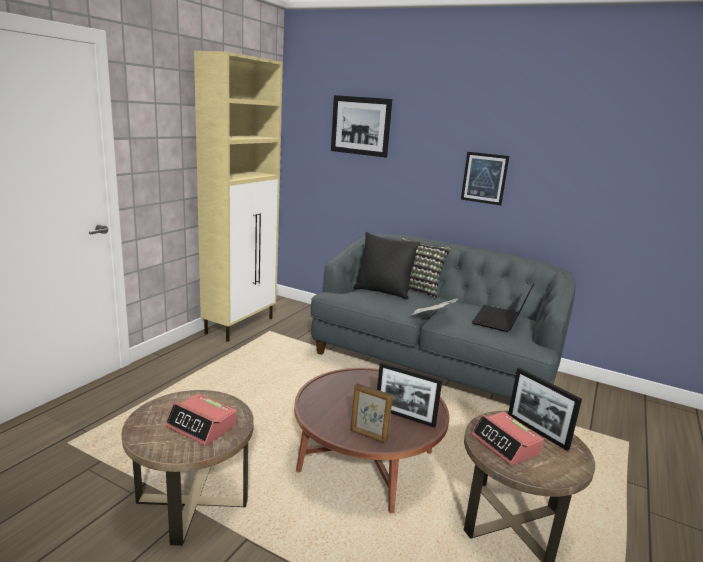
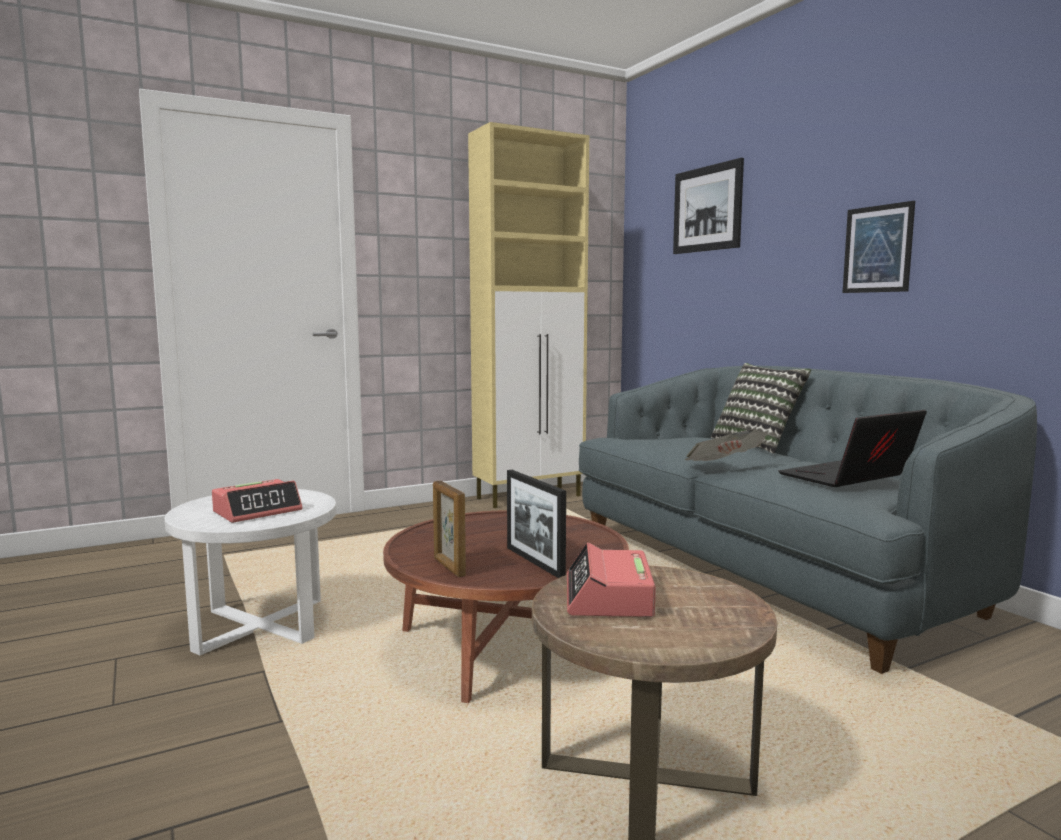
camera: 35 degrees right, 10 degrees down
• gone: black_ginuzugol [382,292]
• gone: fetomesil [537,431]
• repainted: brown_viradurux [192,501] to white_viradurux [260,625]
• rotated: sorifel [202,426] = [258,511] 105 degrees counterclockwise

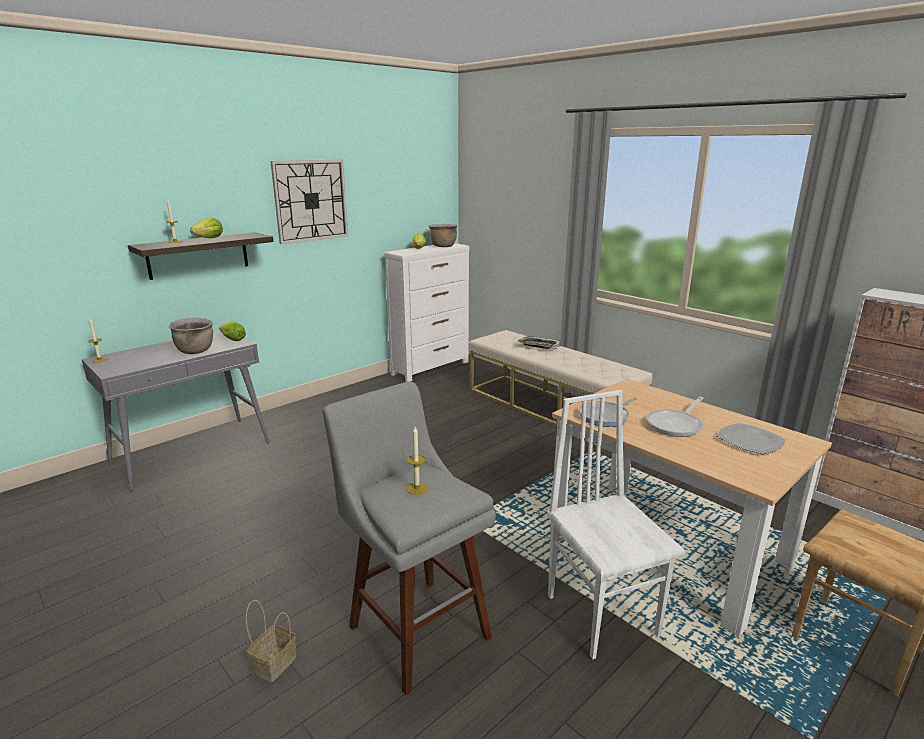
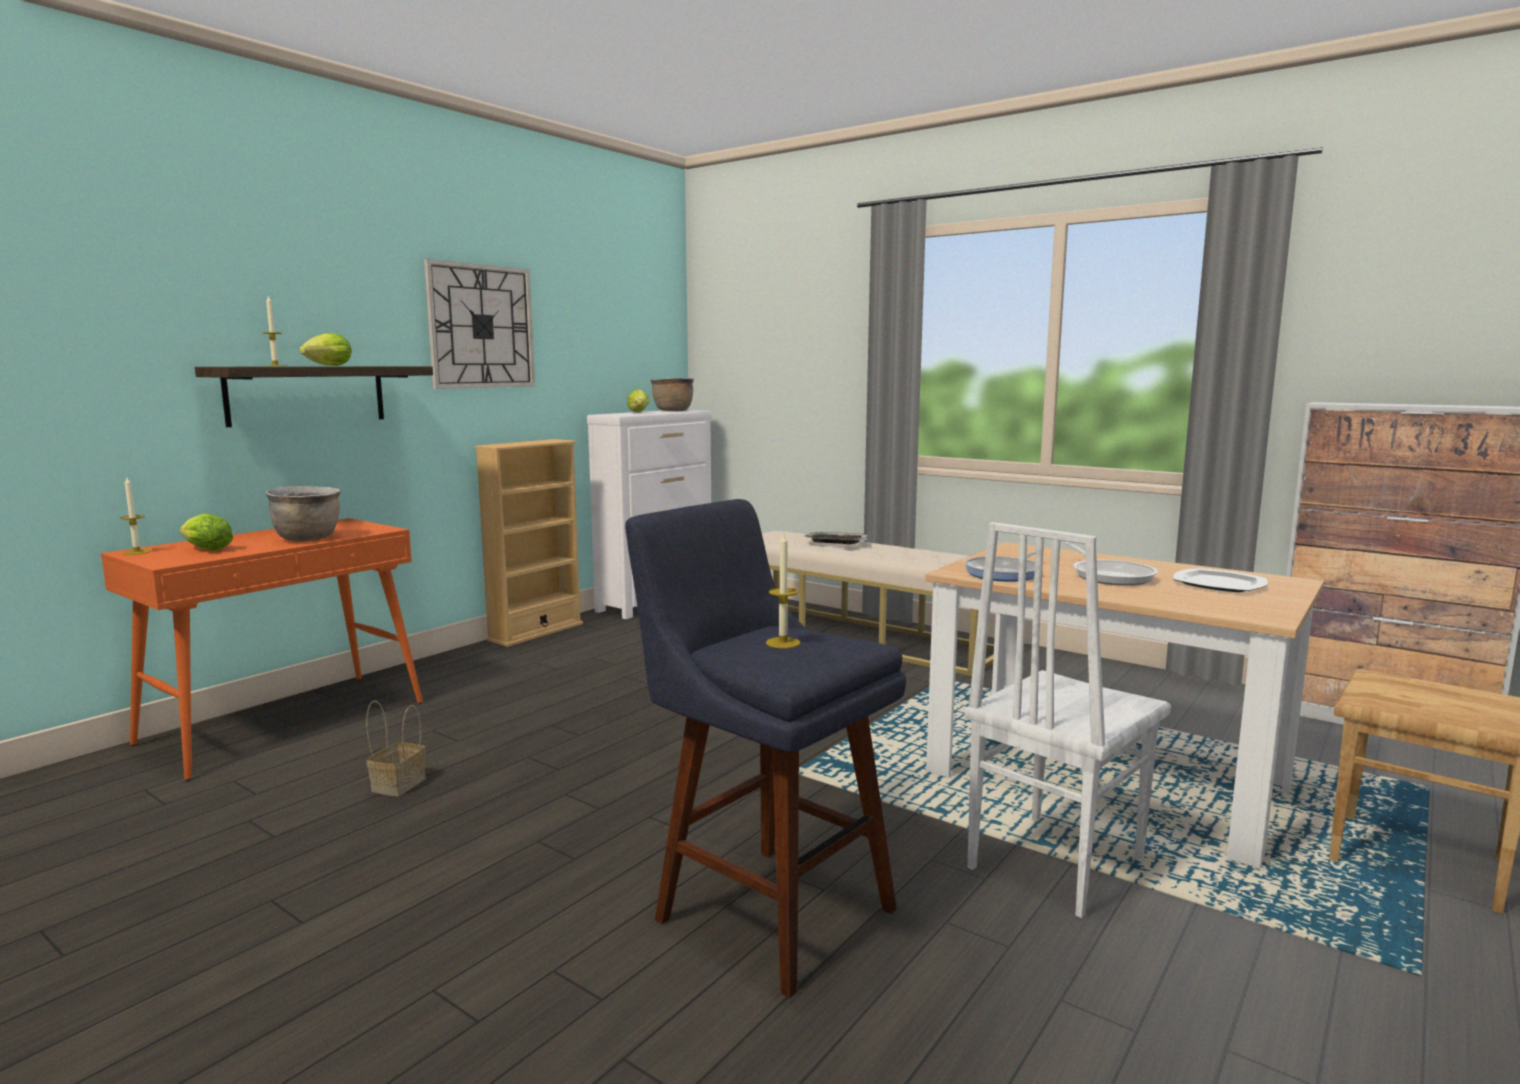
camera: 10 degrees left, 10 degrees down
• new: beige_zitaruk [536,632]
• shifted: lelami [232,340] to [204,550]
• shifted: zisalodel [274,662] to [399,783]
• repainted: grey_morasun [192,452] to orange_morasun [286,722]
• repainted: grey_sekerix [414,626] to blue_sekerix [764,908]
• rotated: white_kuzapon [602,614] = [1052,863] 105 degrees counterclockwise
• rotated: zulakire [676,425] = [1109,576] 45 degrees counterclockwise

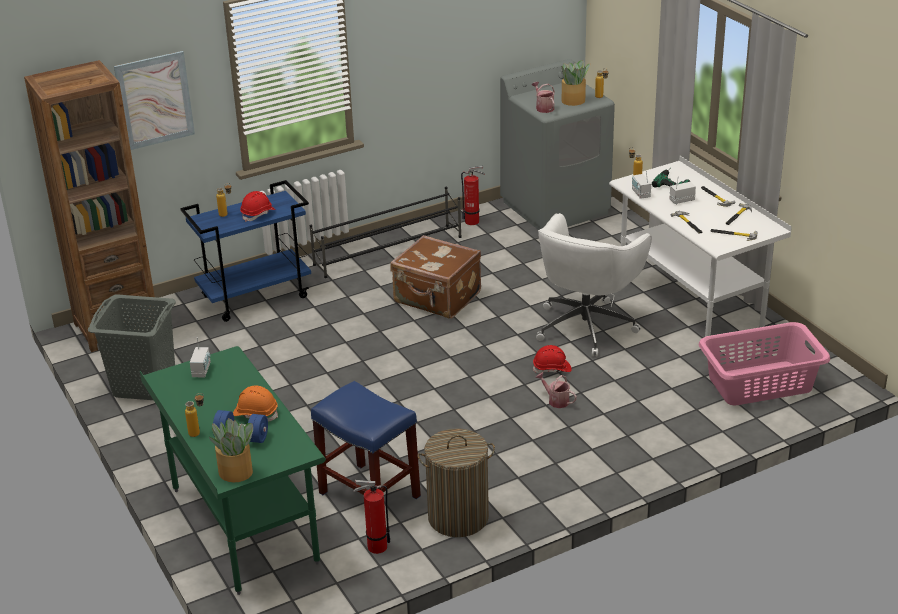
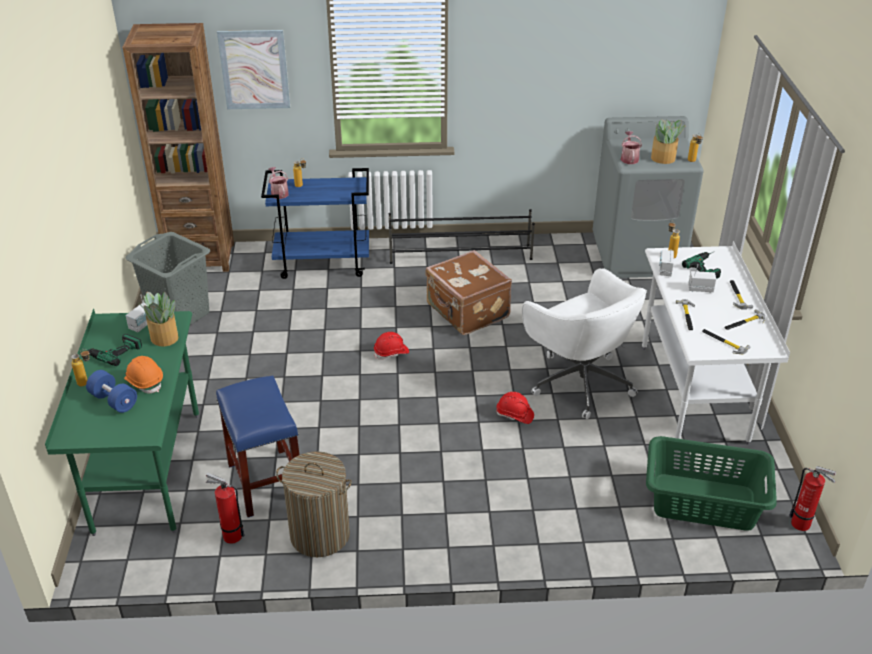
camera: 25 degrees right, 5 degrees up
• new: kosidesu [111,350]
• shifted: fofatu [236,472] to [164,338]
• shifted: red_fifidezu [258,214] to [391,353]
• shifted: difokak [474,222] to [803,525]
• shifted: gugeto [556,400] to [279,193]
• repainted: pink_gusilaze [759,383] to green_gusilaze [703,501]
• rotated: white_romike [587,325] = [579,381] 90 degrees counterclockwise

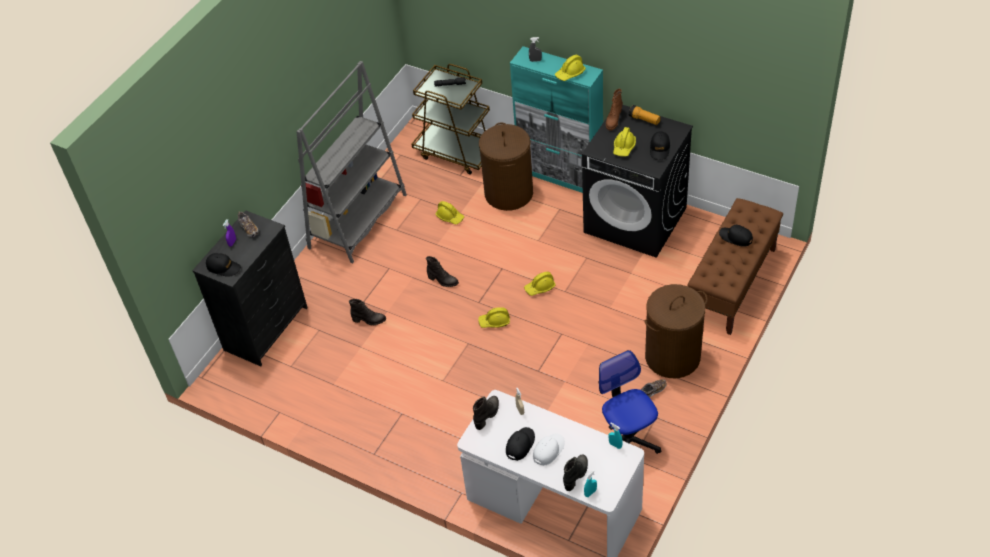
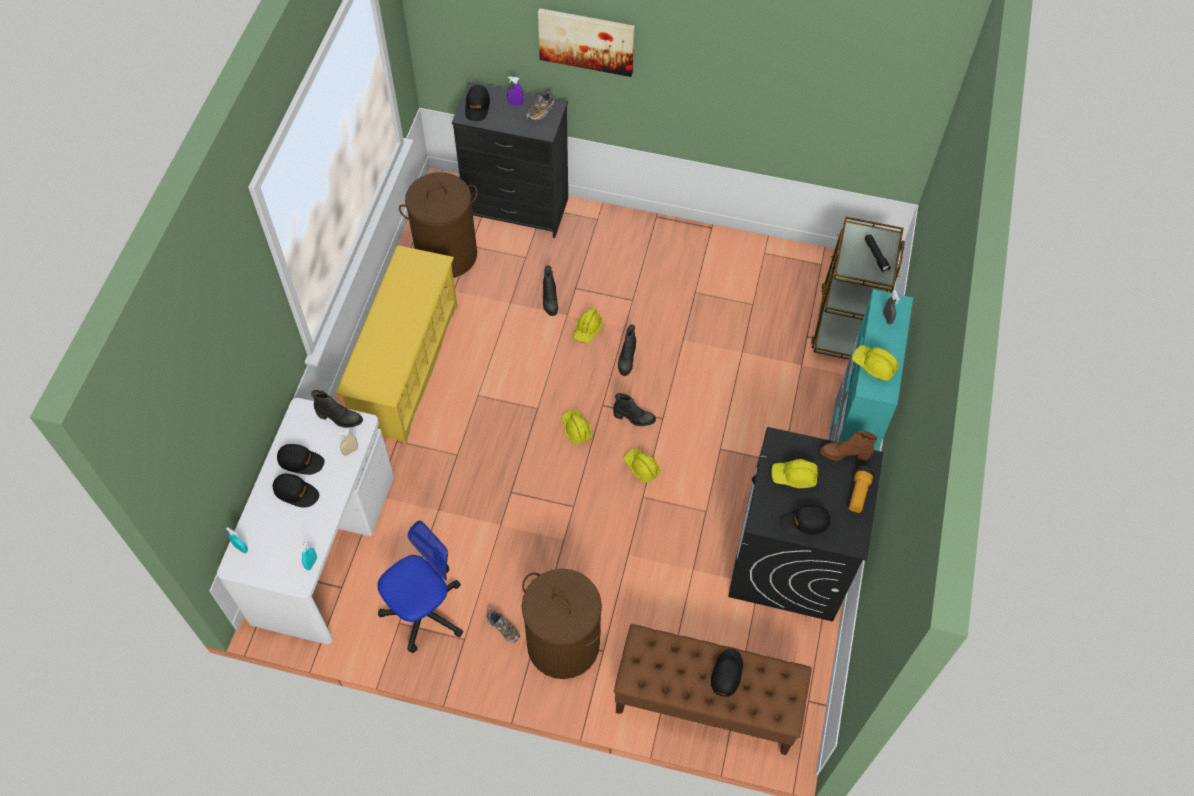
camera: 70 degrees right, 10 degrees up
• gone: grey_zitaruk [358,221]
• new: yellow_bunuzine [406,366]
• new: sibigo [586,41]
• shifted: yellow_fifidezu [450,217] to [588,329]
• shifted: brown_gusilaze [508,193] to [446,254]
• shifted: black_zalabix [576,475] to [634,418]
• repainted: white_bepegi [548,450] to black_bepegi [296,492]

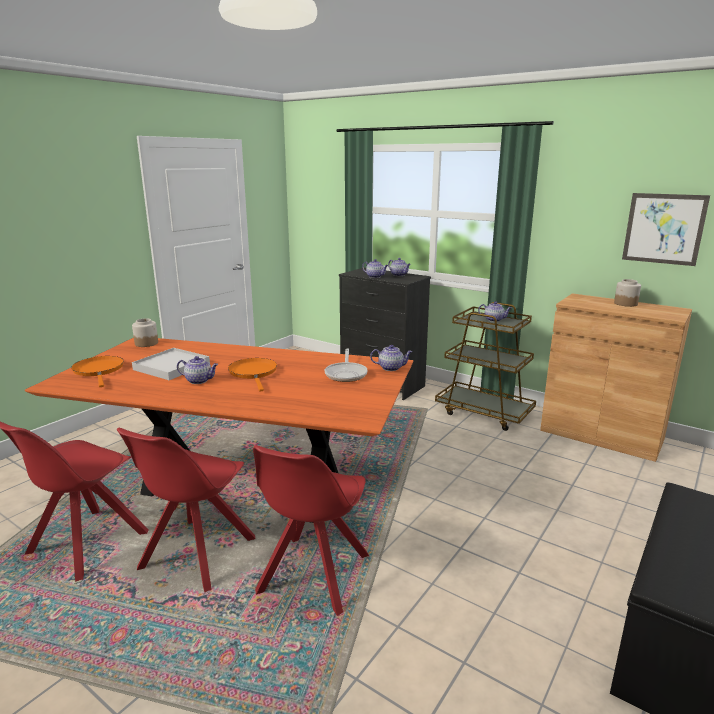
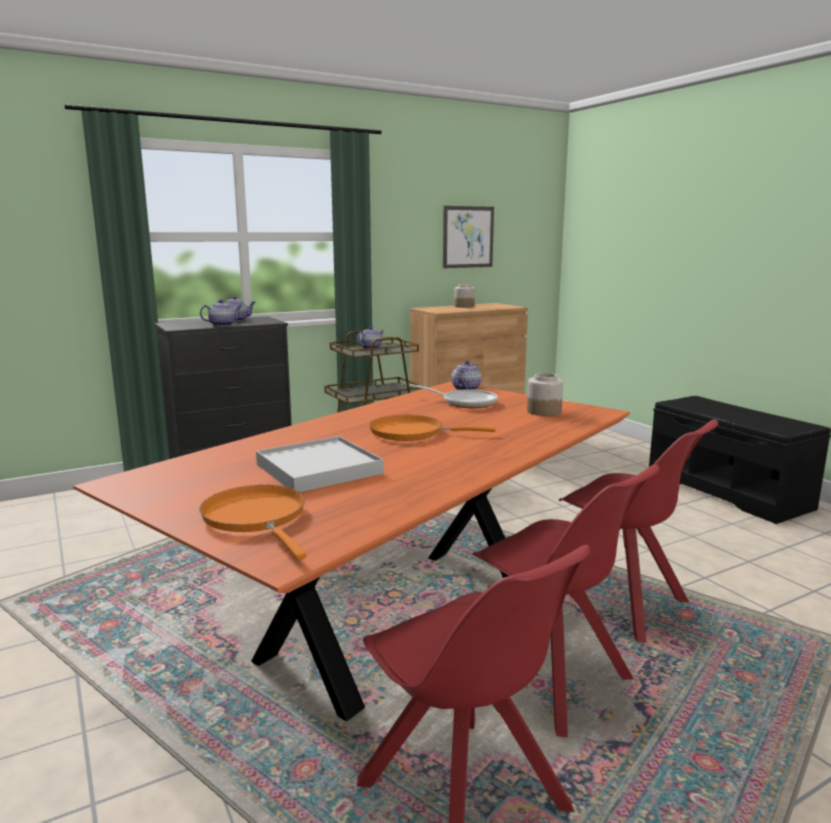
camera: 65 degrees left, 5 degrees down
• gone: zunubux [199,380]
• shifted: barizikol [146,343] to [543,411]
• rotated: orange_zulakire [99,370] = [257,518] 60 degrees clockwise

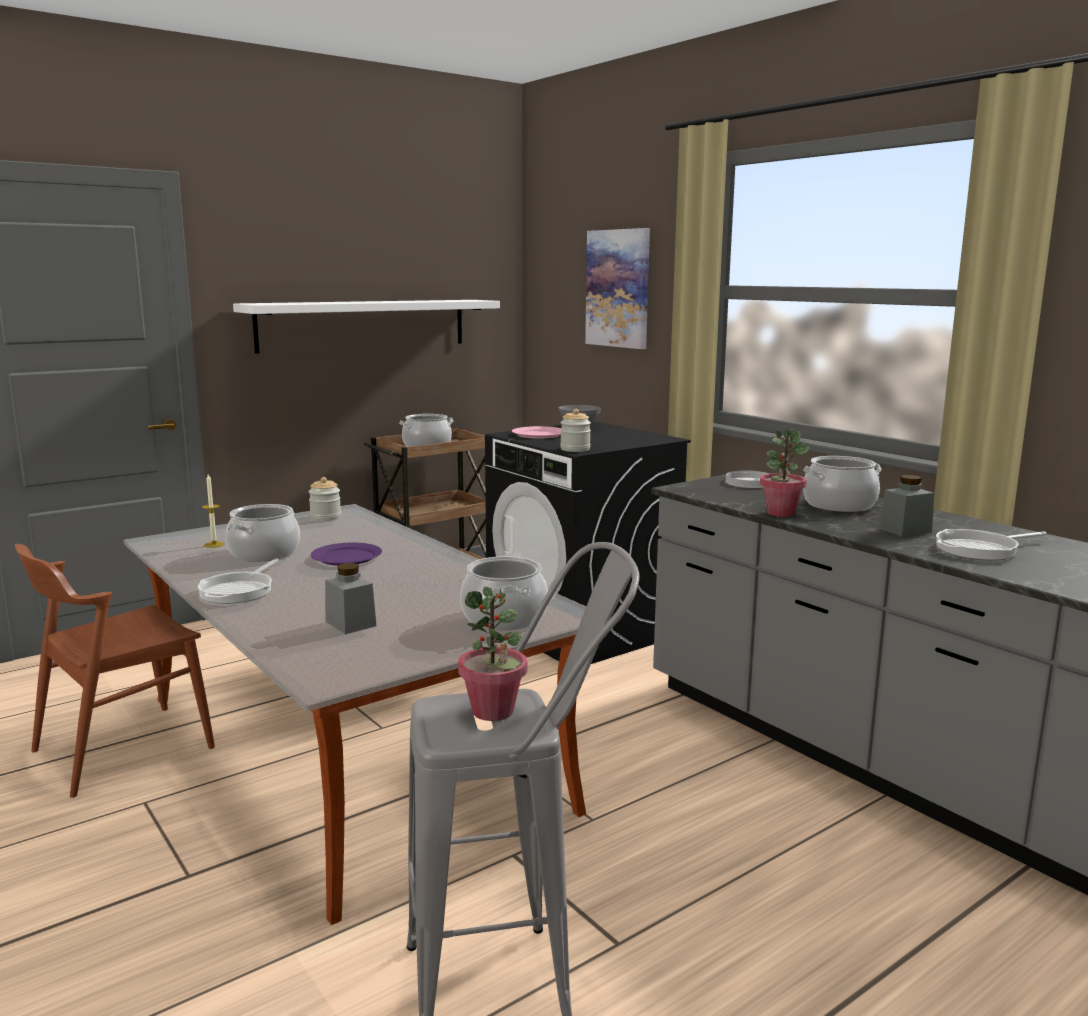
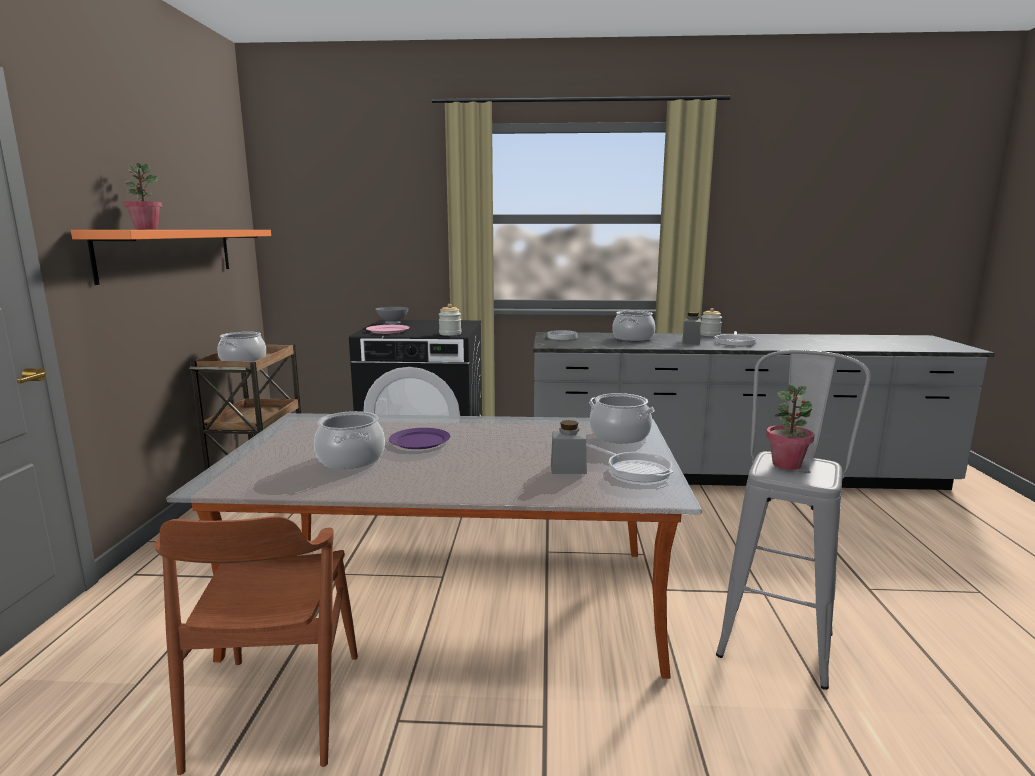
camera: 50 degrees left, 0 degrees up
• gone: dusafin [214,544]
• gone: sibigo [618,288]
• shifted: zulakire [239,590] to [635,469]
• shifted: barizikol [325,517] to [710,335]
• shifted: fofatu [780,513] to [146,229]
• repainted: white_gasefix [364,324] to orange_gasefix [169,252]

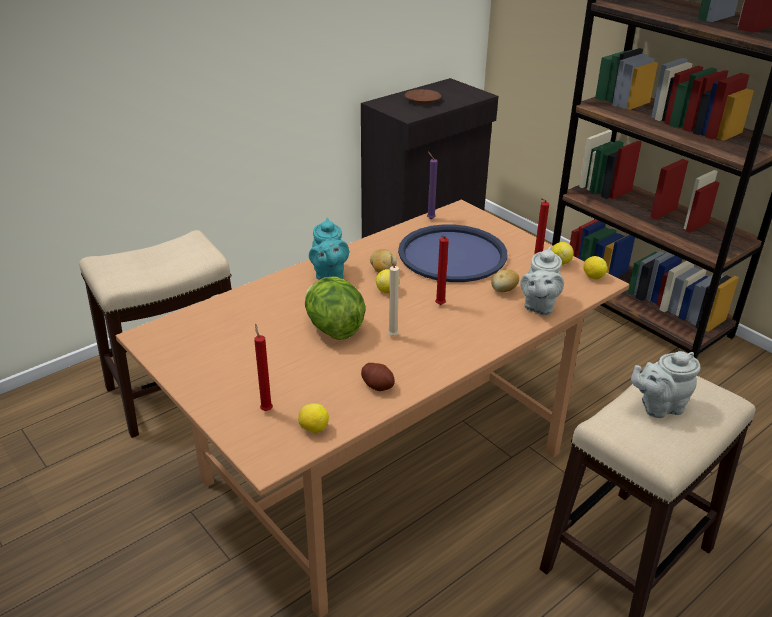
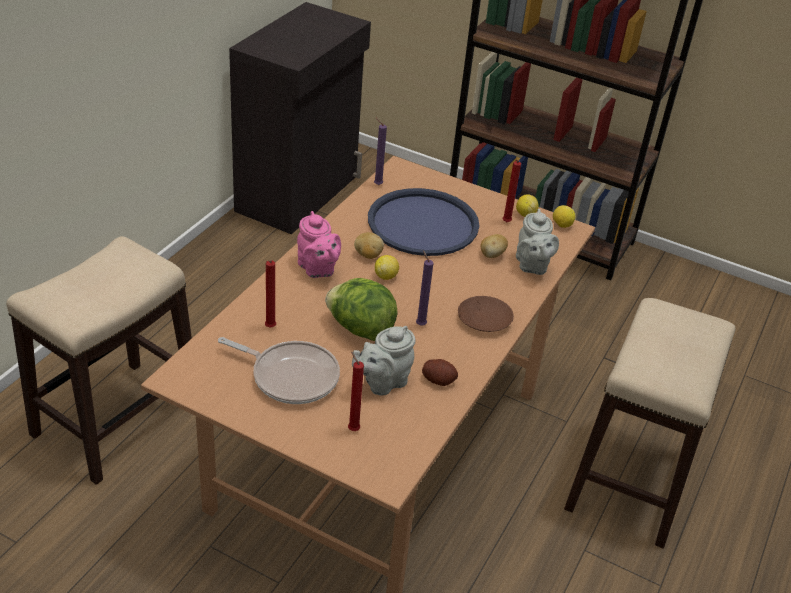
camera: 25 degrees left, 5 degrees up
• gone: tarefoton [313,429]
• new: zulakire [291,376]
• shifted: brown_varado [422,100] to [483,319]
• shifted: red_dusafin [439,306] to [270,328]
• shifted: grey_zunubux [658,406] to [382,382]
• repainted: turquoise_zunubux [329,275] to pink_zunubux [317,269]
• repainted: beige_dusafin [392,335] to purple_dusafin [419,324]

